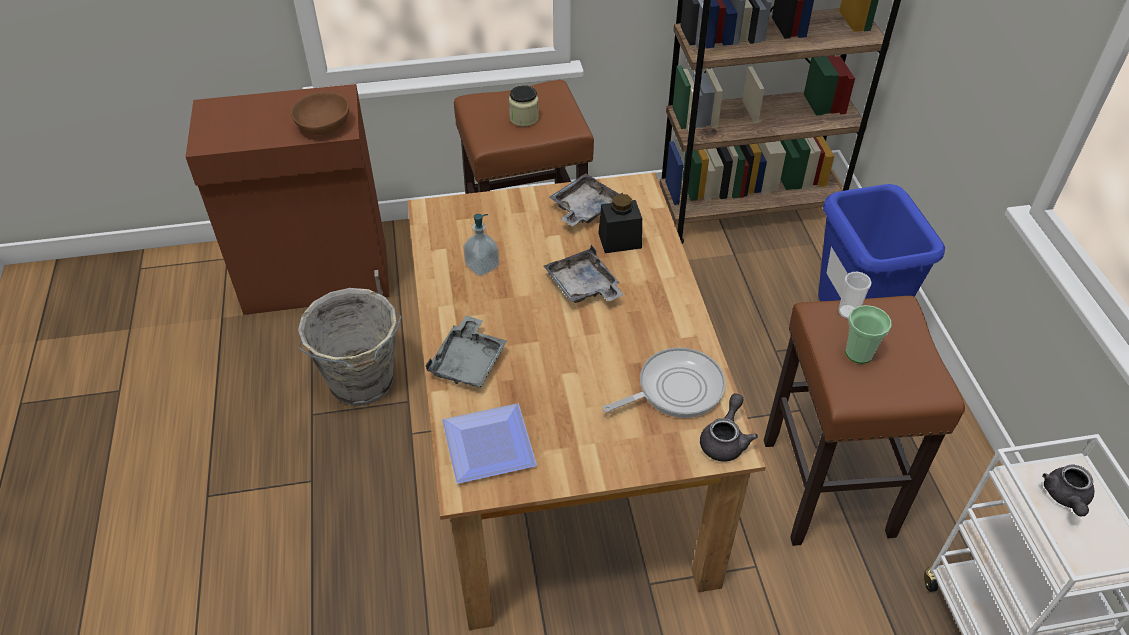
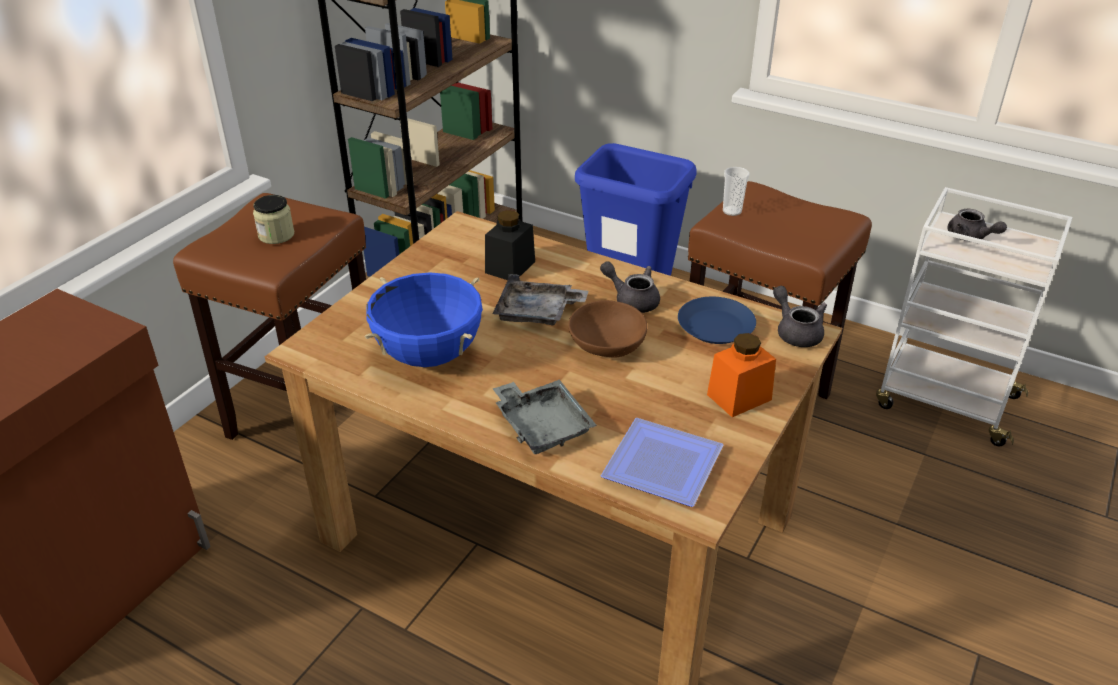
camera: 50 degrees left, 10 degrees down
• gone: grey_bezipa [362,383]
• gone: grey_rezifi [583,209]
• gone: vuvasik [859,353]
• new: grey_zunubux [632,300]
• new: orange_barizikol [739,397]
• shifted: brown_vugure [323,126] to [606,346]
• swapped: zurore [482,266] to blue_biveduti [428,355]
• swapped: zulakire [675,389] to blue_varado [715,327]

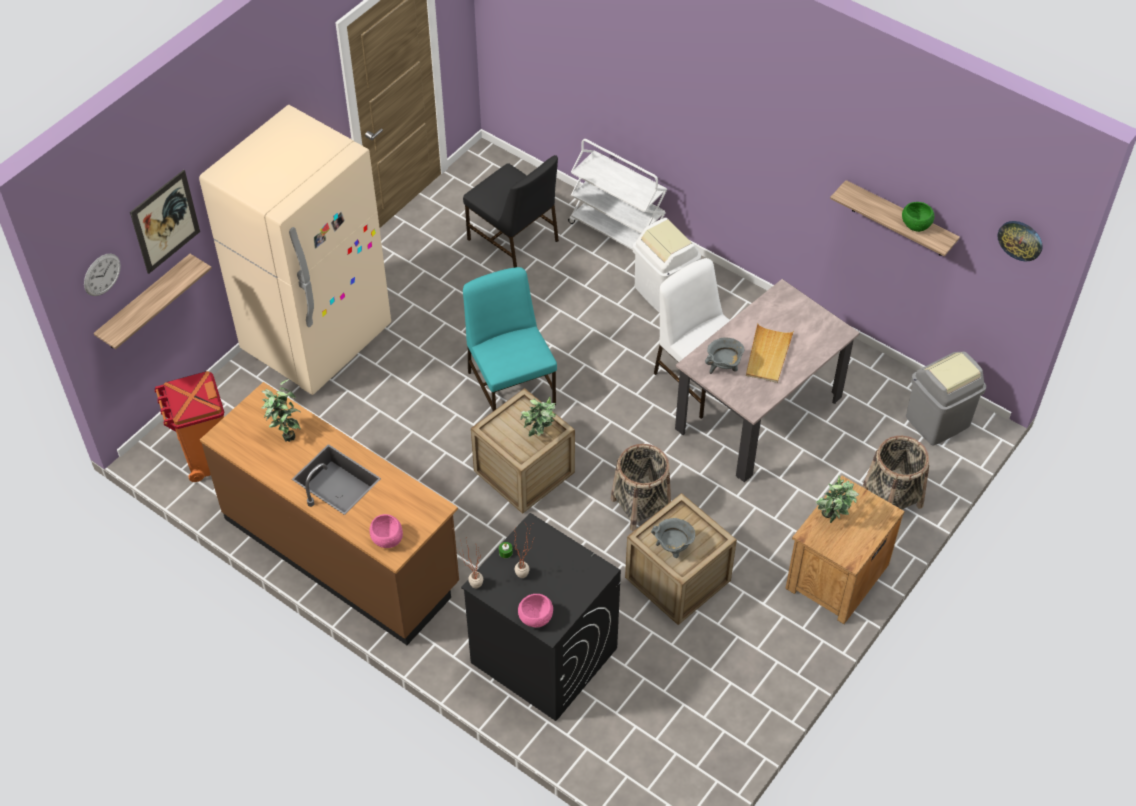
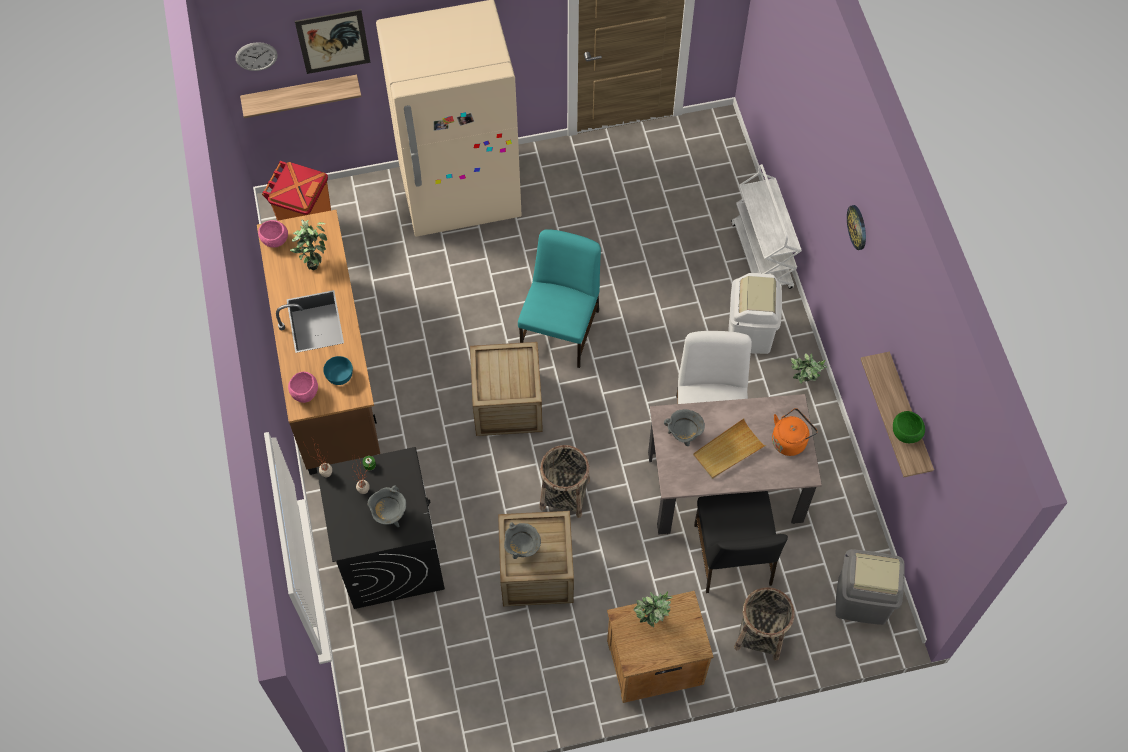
camera: 40 degrees right, 10 degrees up
• new: turquoise_vugure [340,375]
• new: grey_biveduti [389,515]
• new: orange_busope [790,440]
• shifted: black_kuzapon [513,241] to [732,556]
• shifted: pink_vugure [536,618] to [275,240]
• shifted: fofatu [539,437] to [803,383]
• shifted: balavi [1020,240] to [857,227]

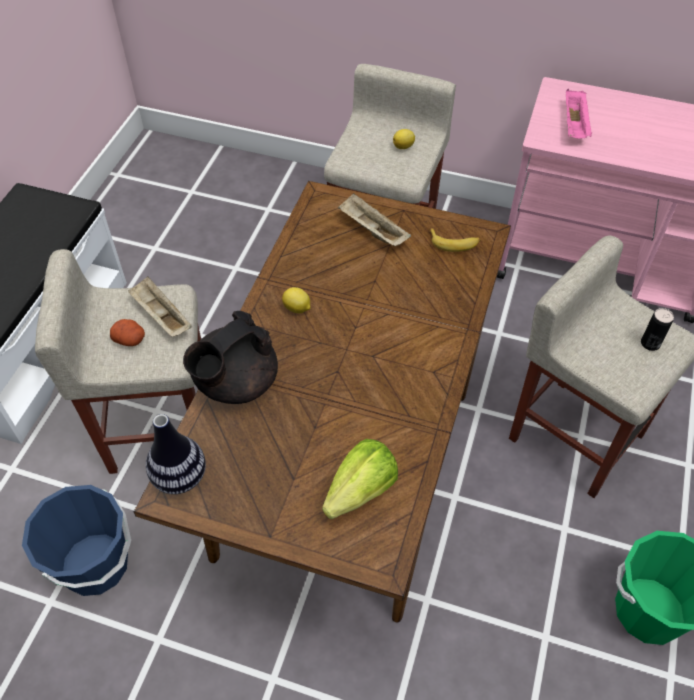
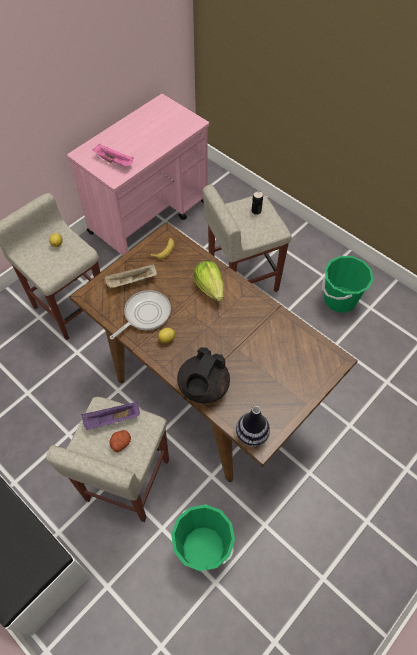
camera: 65 degrees left, 5 degrees up
• new: zulakire [145,314]
• shifted: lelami [361,491] to [210,288]
• repainted: blue_bezipa [95,565] to green_bezipa [203,548]
• repainted: beige_rezifi [161,316] to purple_rezifi [111,420]
• rotated: black_zunubux [235,383] = [203,387] 45 degrees clockwise

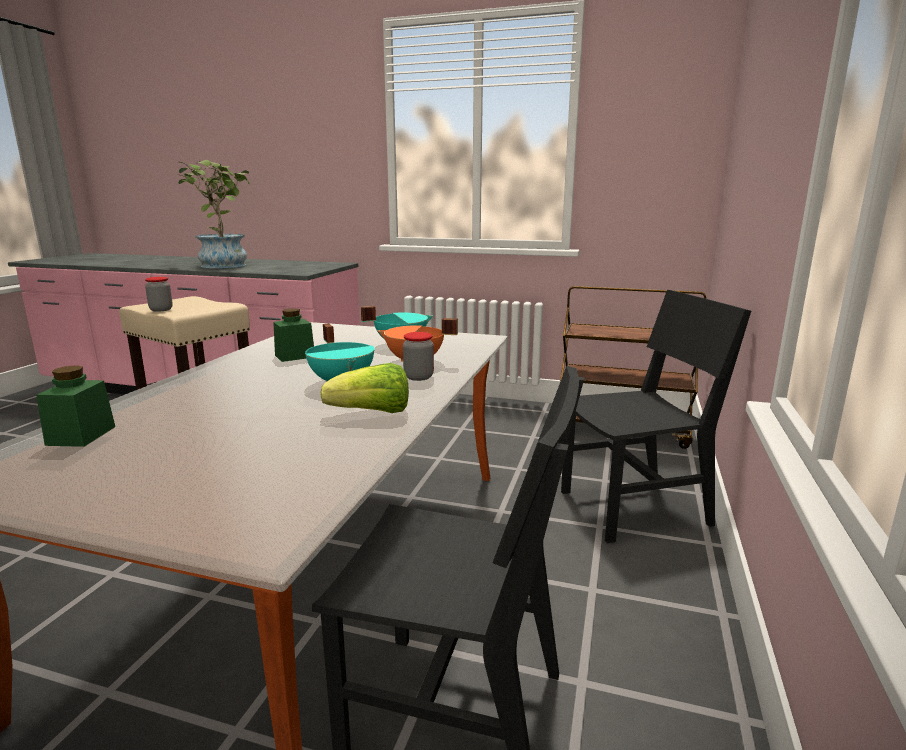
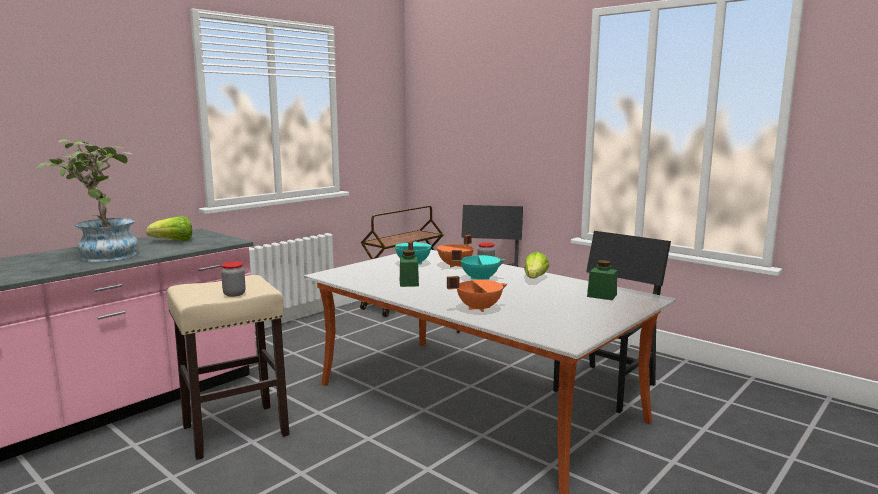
camera: 65 degrees left, 5 degrees down
• new: lelami [173,241]
• new: orange_biveduti [478,308]
• shifted: green_barizikol [81,435] to [602,295]

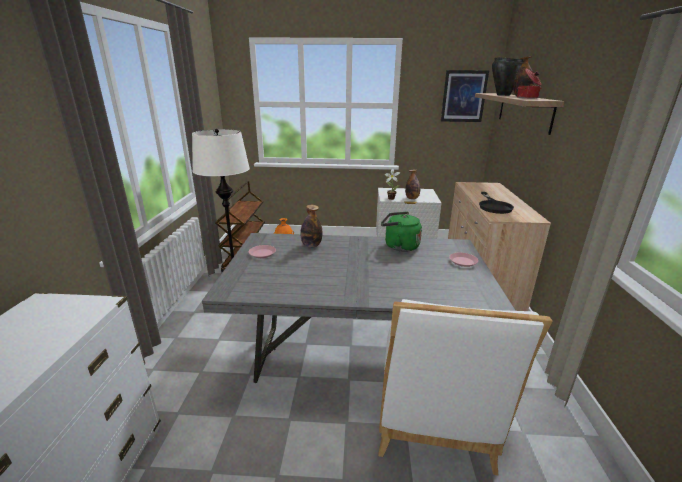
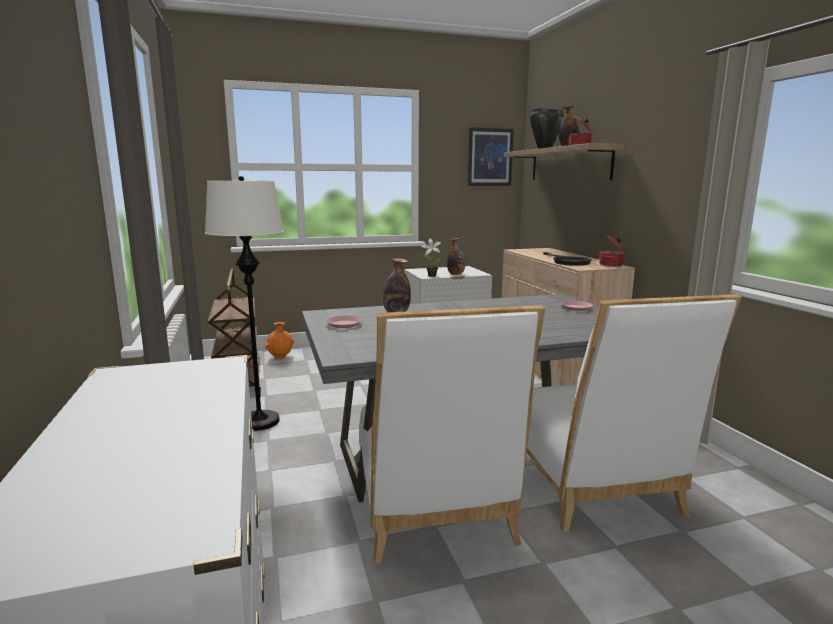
camera: 20 degrees left, 10 degrees down
• gone: green_busope [399,246]
• new: white_kuzapon [433,511]
• new: biveduti [611,265]

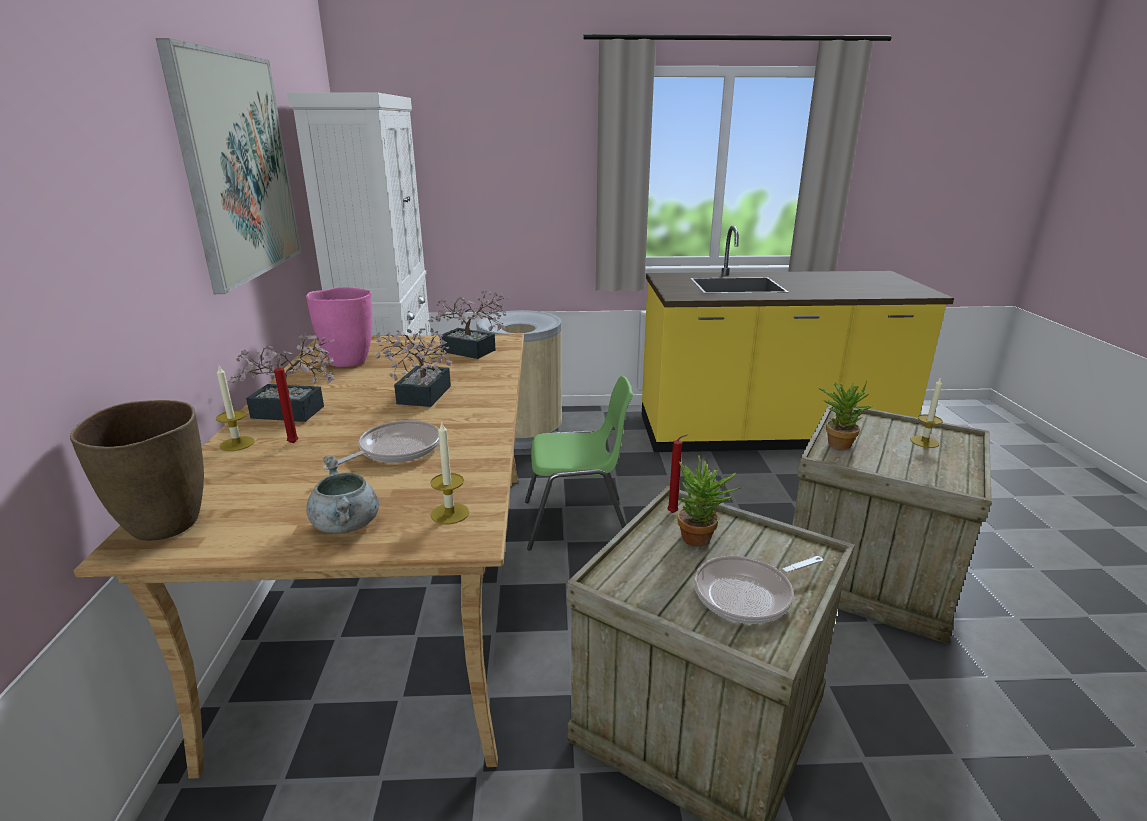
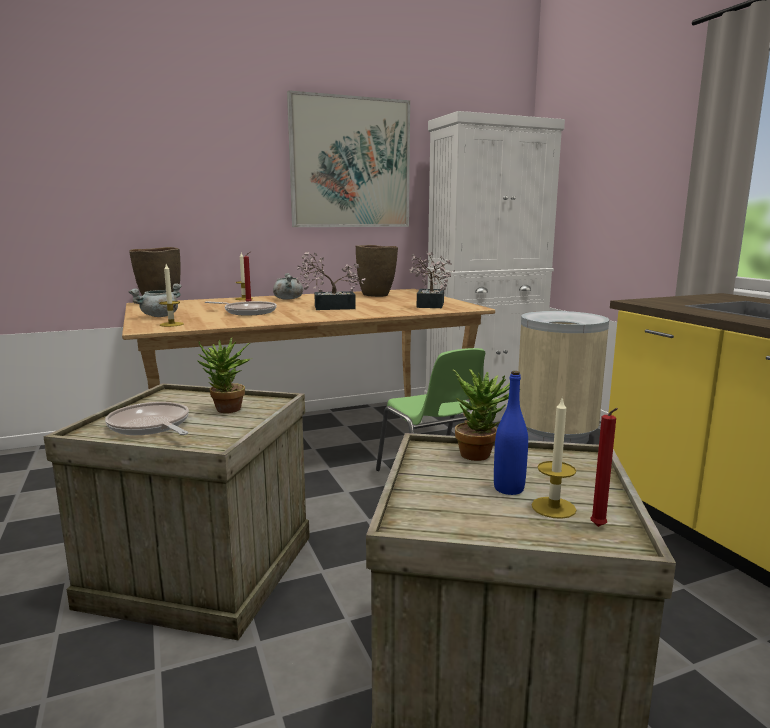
camera: 70 degrees right, 10 degrees down
• new: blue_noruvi [508,488]
• shifted: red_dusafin [674,513] to [599,528]
• swapped: fofatu [295,413] to grey_biveduti [288,299]
• repainted: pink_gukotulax [348,361] to brown_gukotulax [376,295]

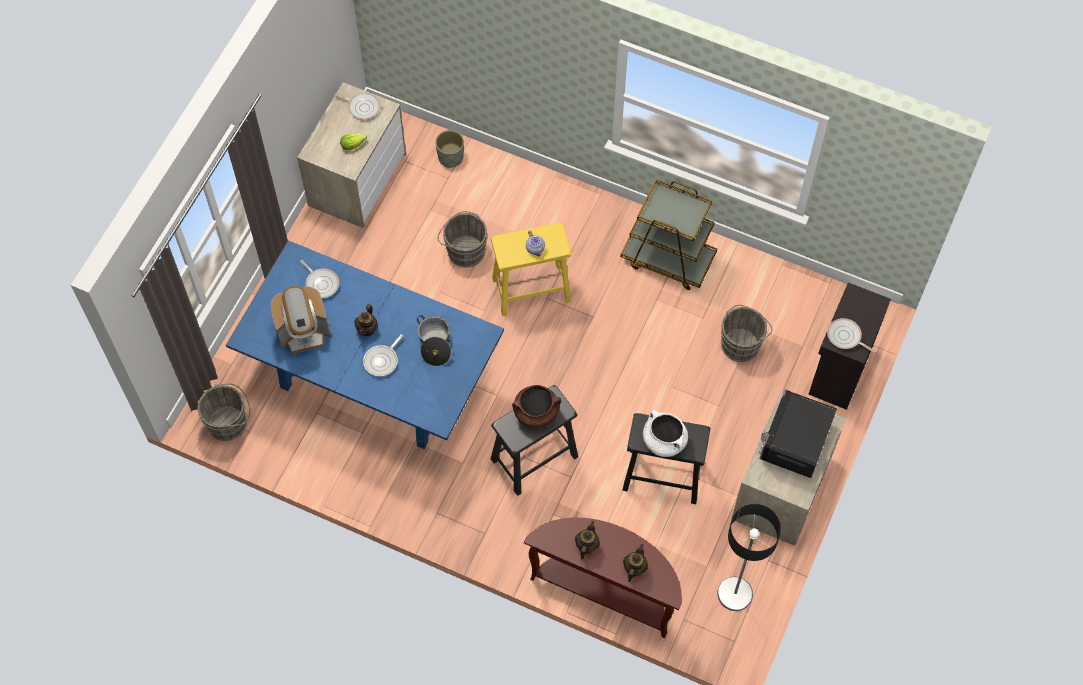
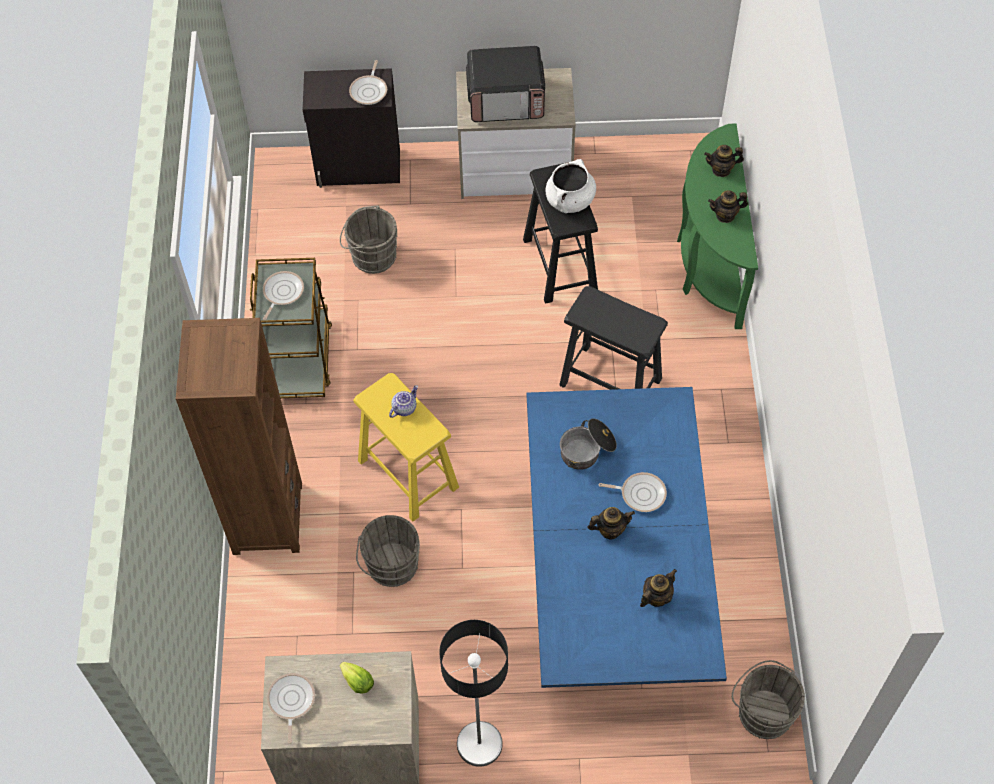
camera: 115 degrees left, 5 degrees down
• gone: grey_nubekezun [451,157]
• gone: brown_biveduti [536,412]
• new: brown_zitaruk [267,518]
• shifted: zulakire [321,283] to [282,293]
• shifted: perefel [735,594] to [480,743]
• swapped: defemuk [304,332] to zunubux [656,597]
• repainted: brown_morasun [606,589] to green_morasun [709,264]

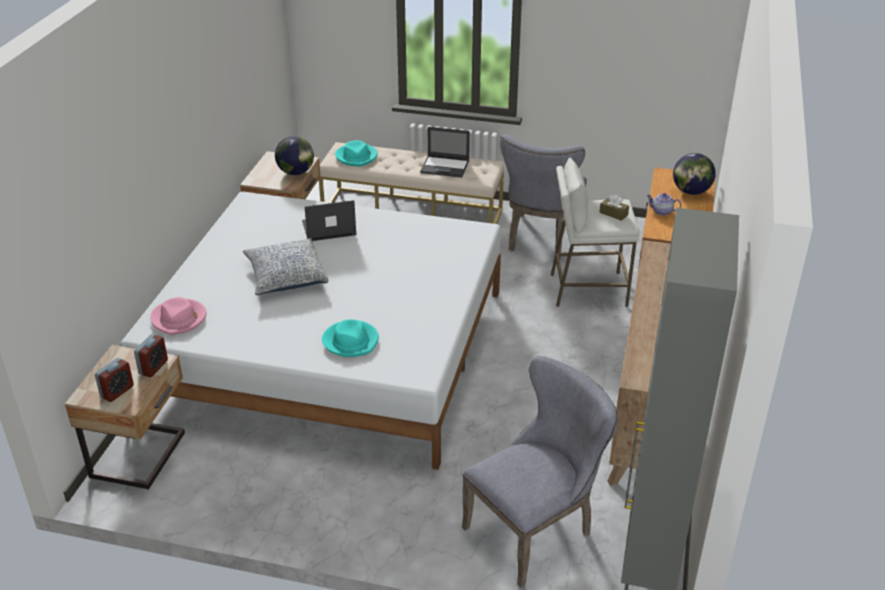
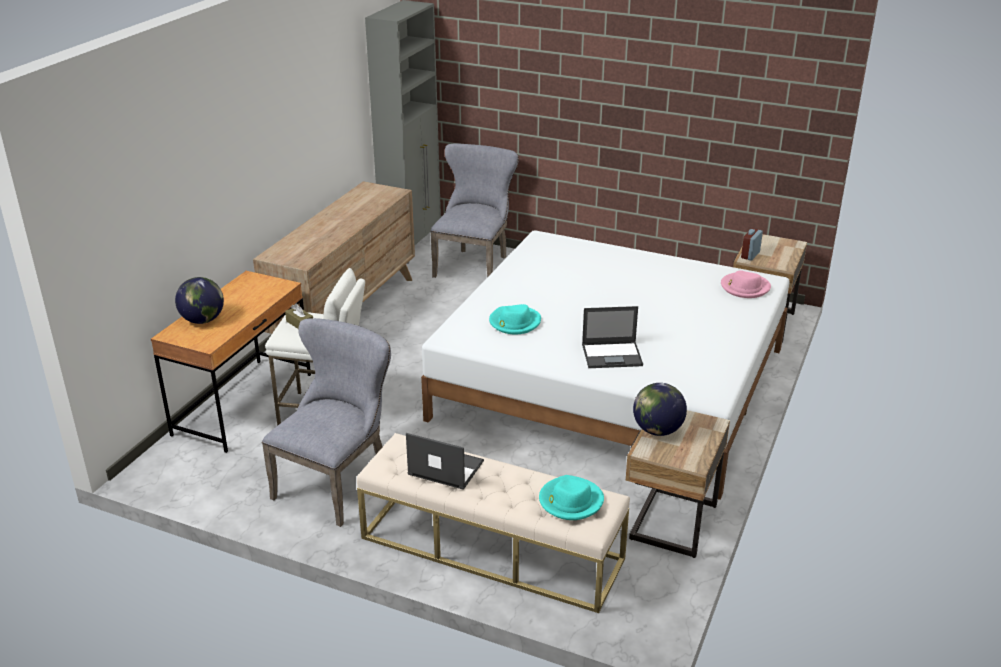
camera: 170 degrees left, 5 degrees down
• gone: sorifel [117,391]
• gone: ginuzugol [285,276]
• gone: zunubux [661,212]
• shifted: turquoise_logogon [351,341] to [514,322]
• rotated: grey_kuzapon [535,529] = [474,264] 135 degrees clockwise

